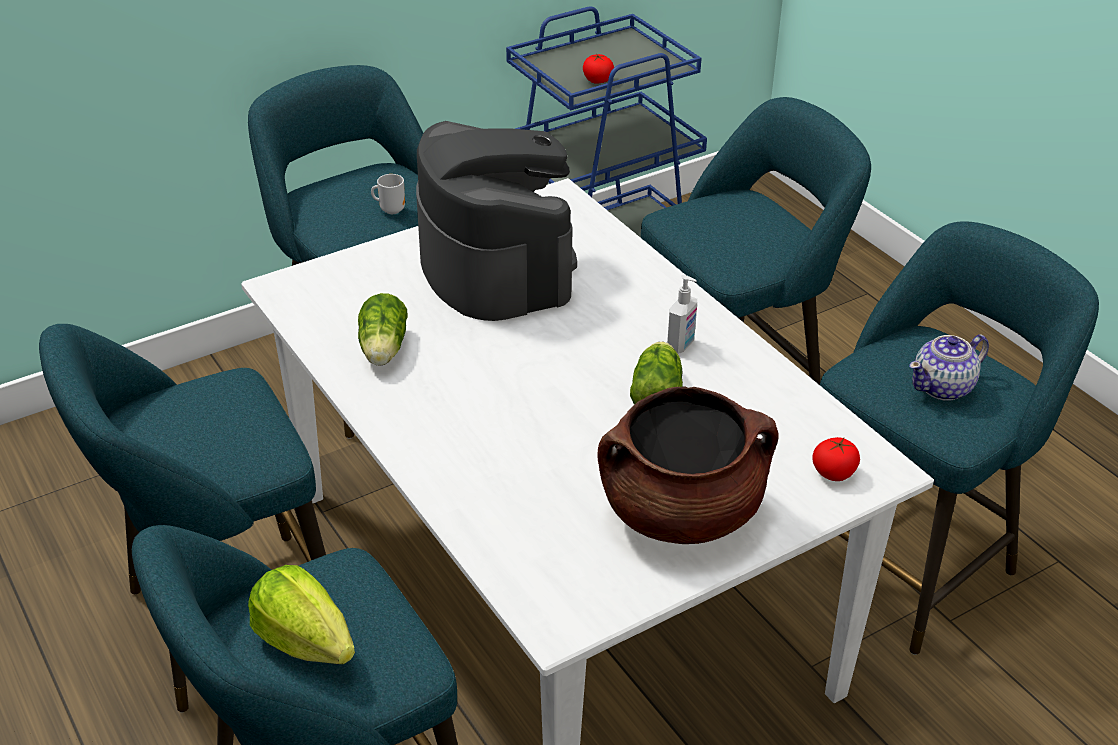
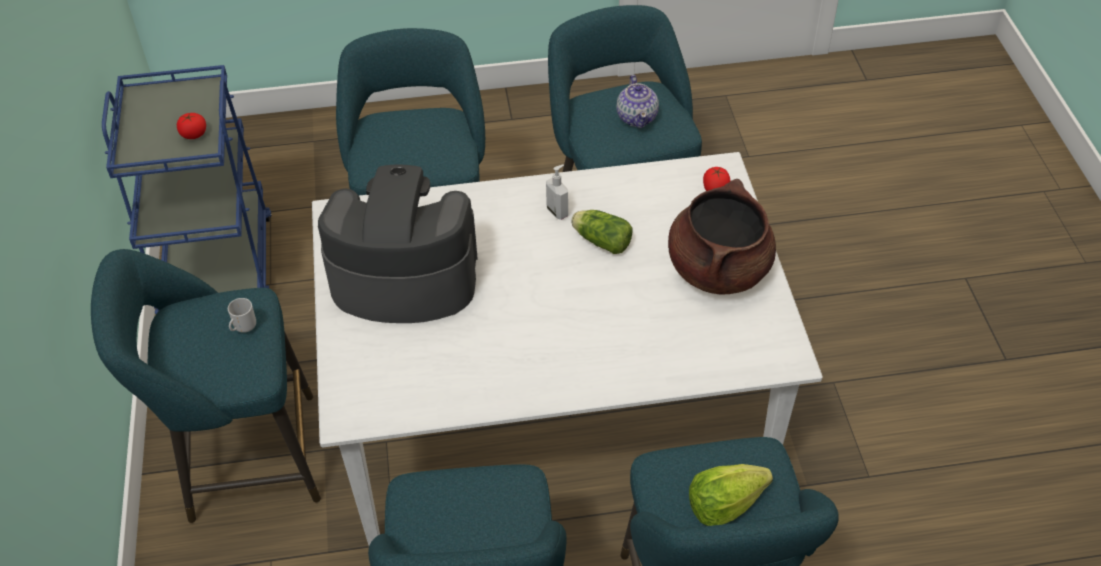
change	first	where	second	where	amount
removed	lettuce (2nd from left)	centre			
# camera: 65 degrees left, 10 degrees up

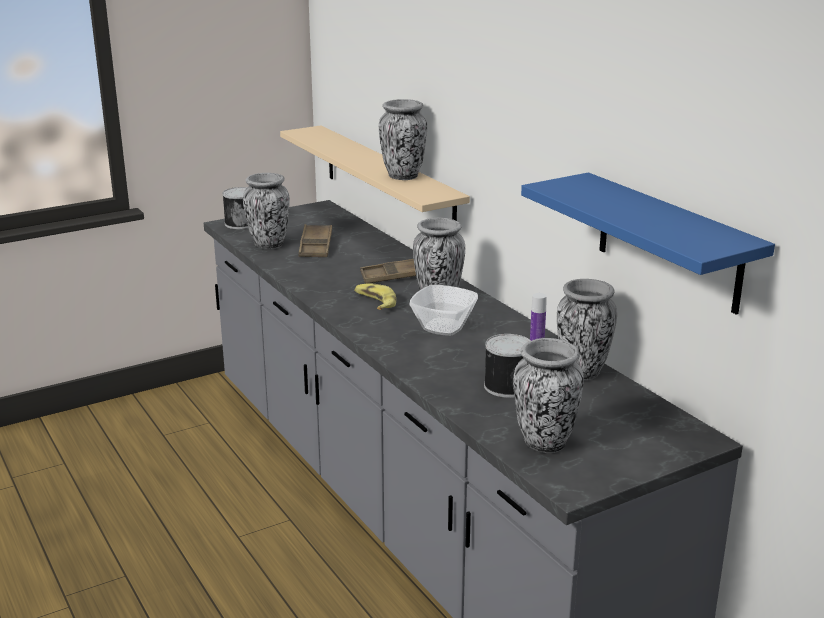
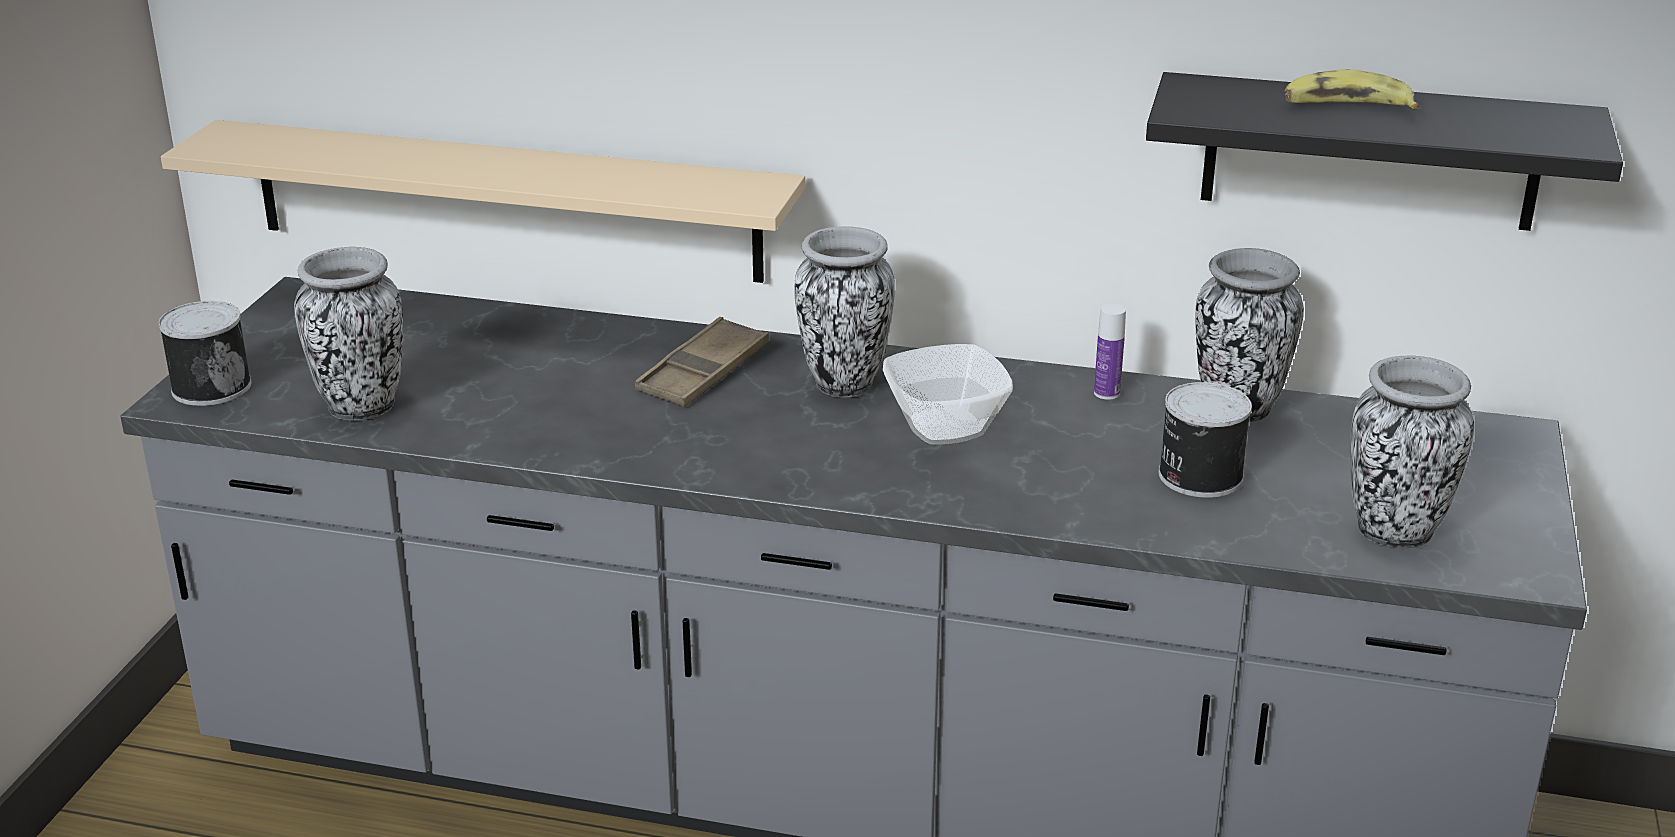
change	first	where	second	where	amount
removed	vase (2nd from left)	top centre			
recoloured	blue shelf	middle right	black shelf	top right	
removed	brown tray (1st from left)	centre			
moved	banana	centre		top right	
# camera: 45 degrees left, 5 degrees up

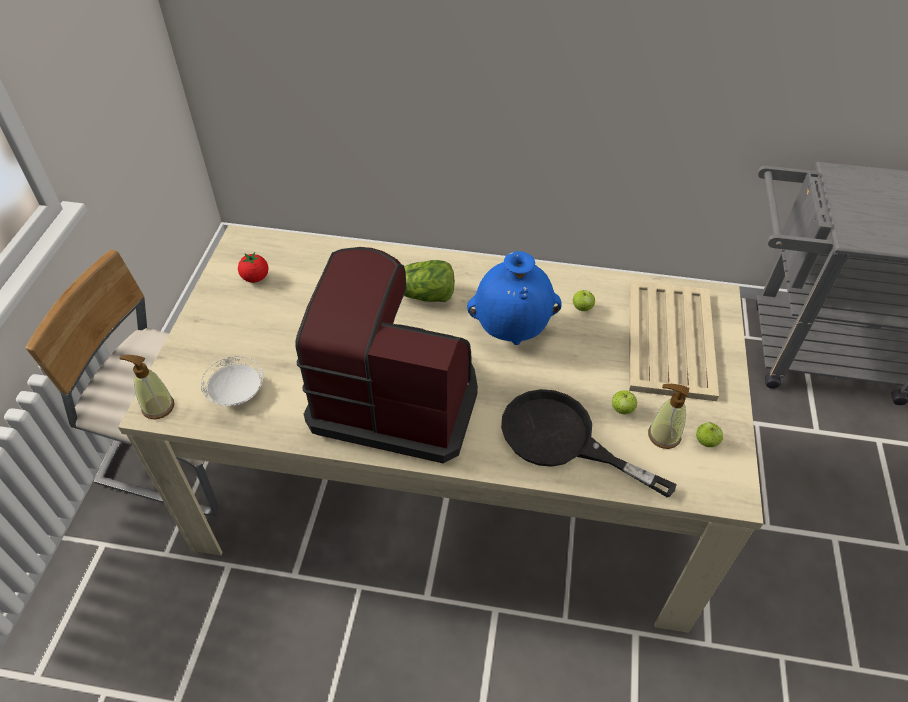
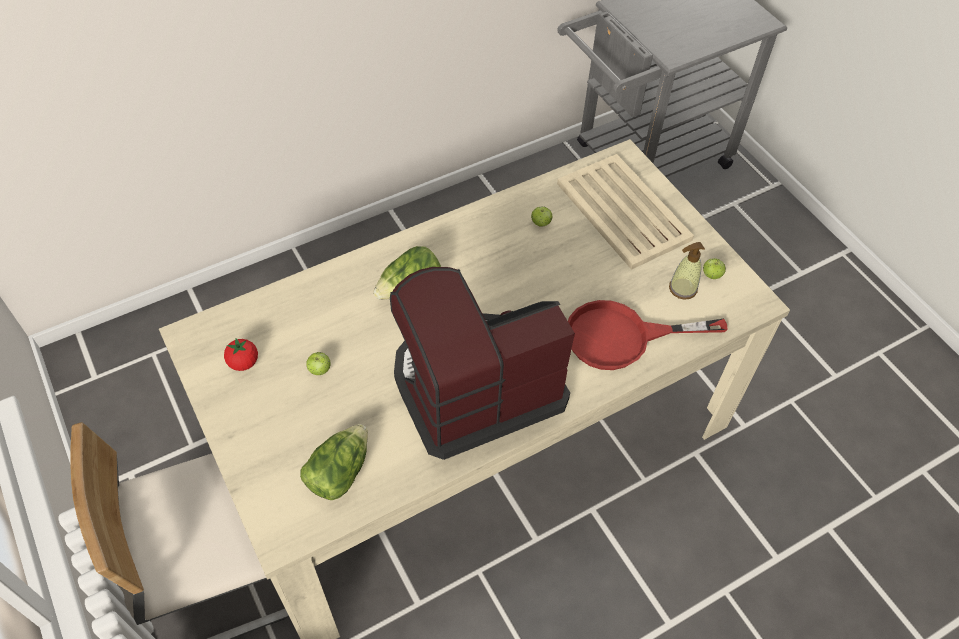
change	first	where	second	where	amount
removed	blue vase	centre			
removed	soap dispenser (1st from left)	middle left			
replaced	white plate	middle left	lettuce (1st from left)	bottom centre	
recoloured	black frying pan	centre	red frying pan	middle right	
moved	apple (2nd from left in the first image)	middle right	apple (1st from left)	middle left	
# camera: 40 degrees left, 5 degrees up

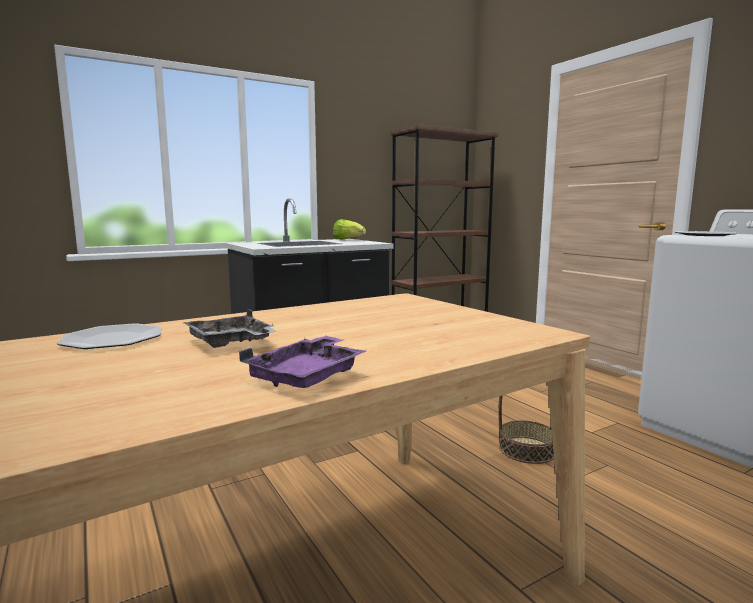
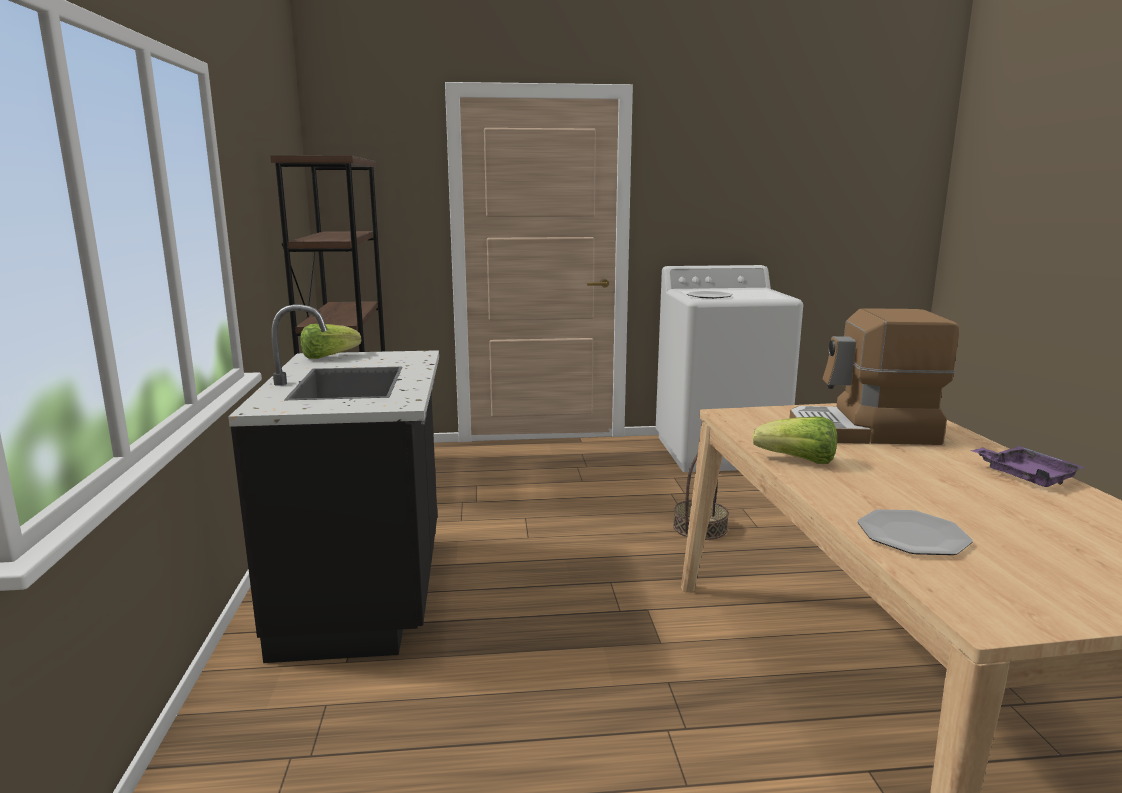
change	first	where	second	where	amount
removed	grey tray	middle left			
added			coffee machine	middle right	
added			lettuce (2nd from left)	middle right	
# camera: 65 degrees left, 5 degrees up

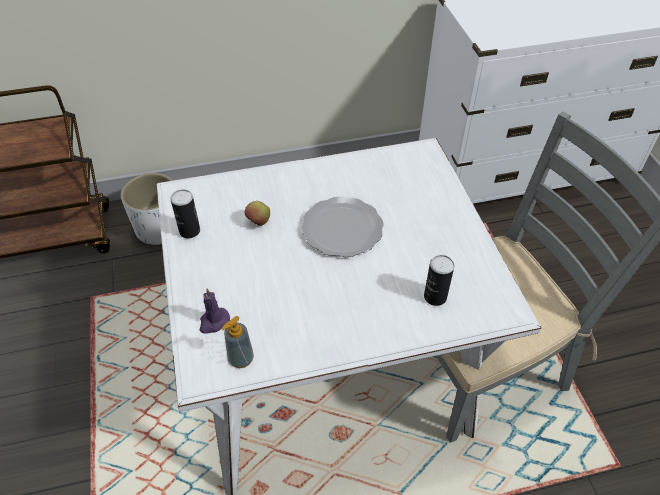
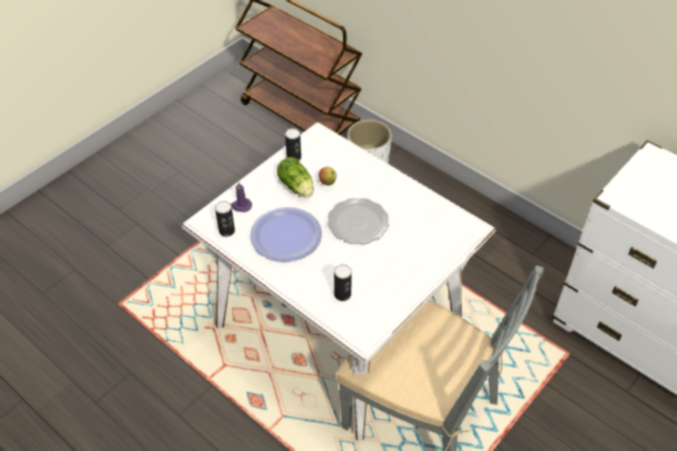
change	first	where	second	where	amount
replaced	soap dispenser	bottom centre	can (1st from left)	middle left	
added			lettuce	centre	
added			plate (1st from left)	centre	
# camera: 55 degrees right, 0 degrees up

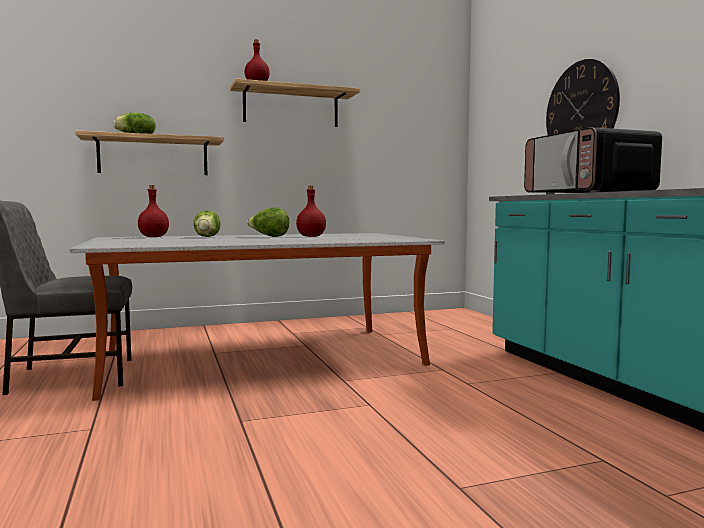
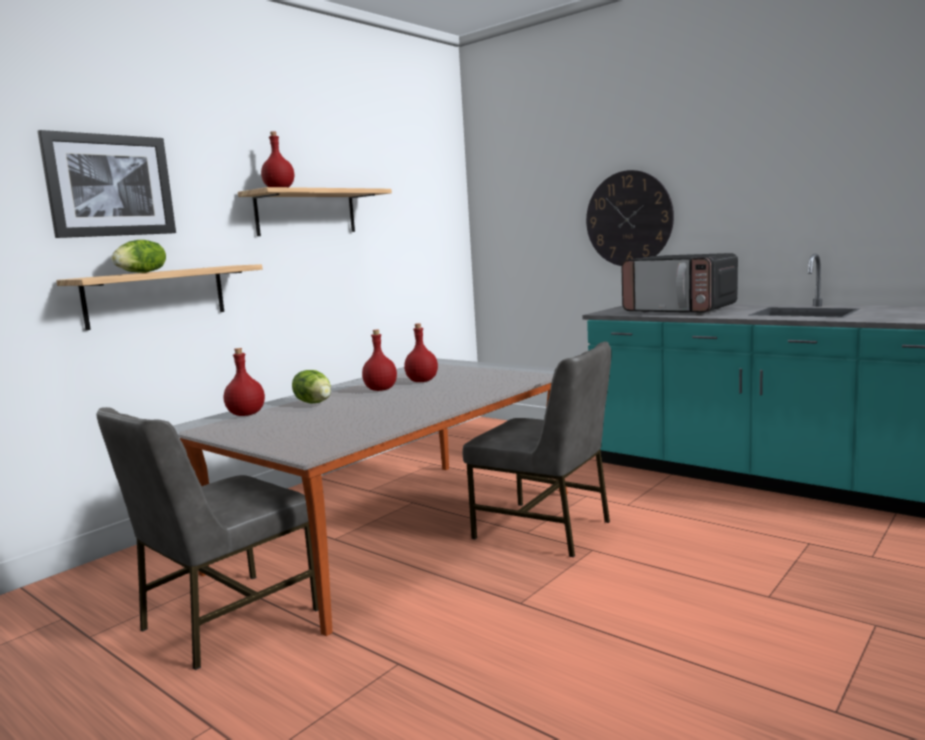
change	first	where	second	where	amount
replaced	lettuce (3rd from left)	centre	red bottle (3rd from left)	centre	
added			picture	top left	
added			grey chair (2nd from left)	centre	
# camera: 30 degrees left, 5 degrees up

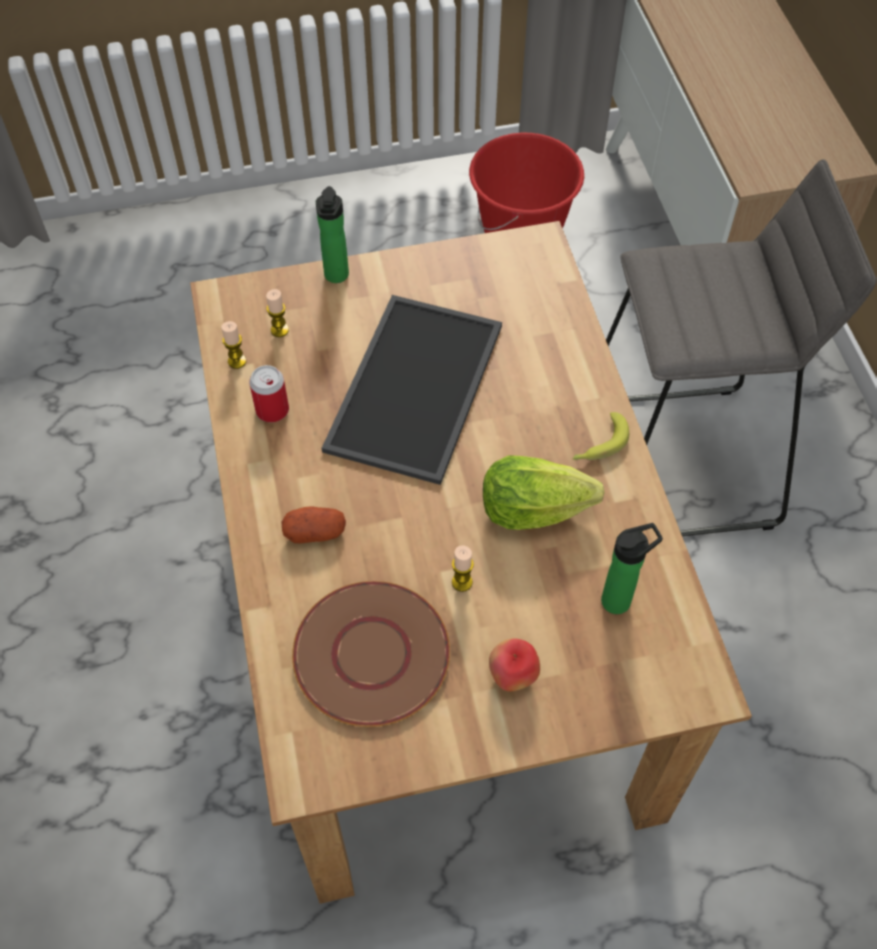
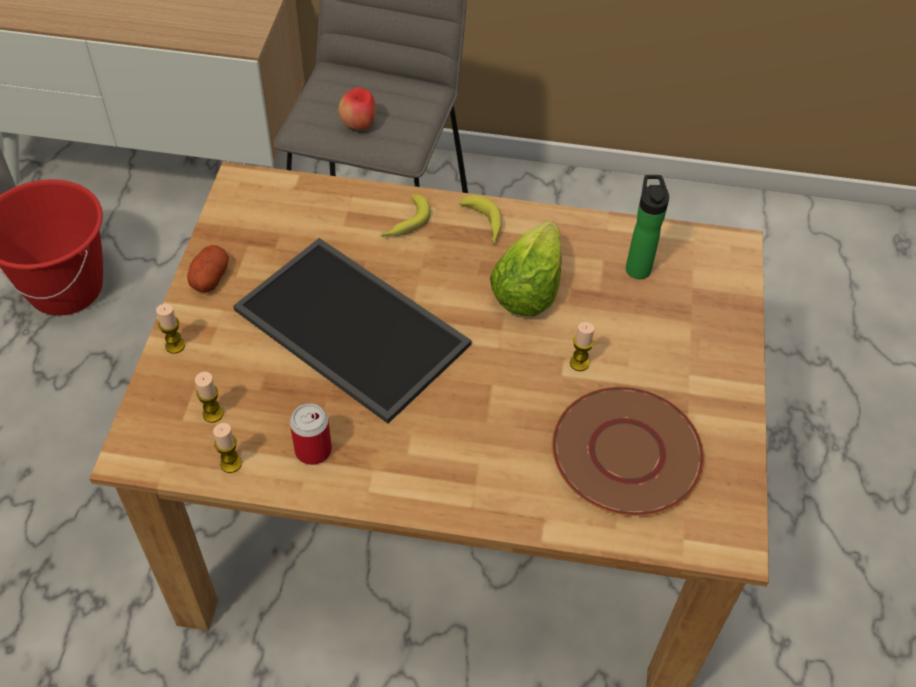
change	first	where	second	where	amount
replaced	bottle (1st from left)	top centre	candle (1st from left)	middle left	
moved	potato	centre		middle left	
moved	apple	bottom centre		top centre	
added			banana (1st from left)	top centre	
# camera: 70 degrees left, 5 degrees down

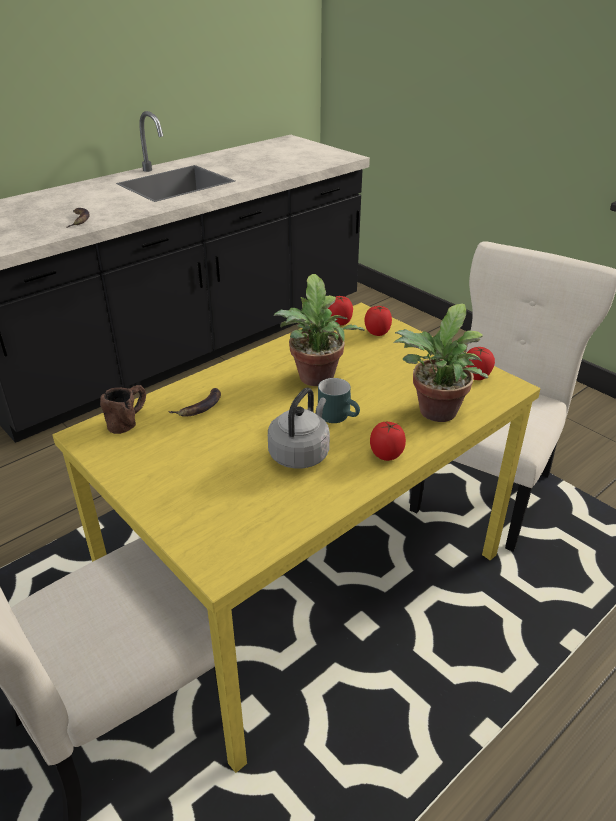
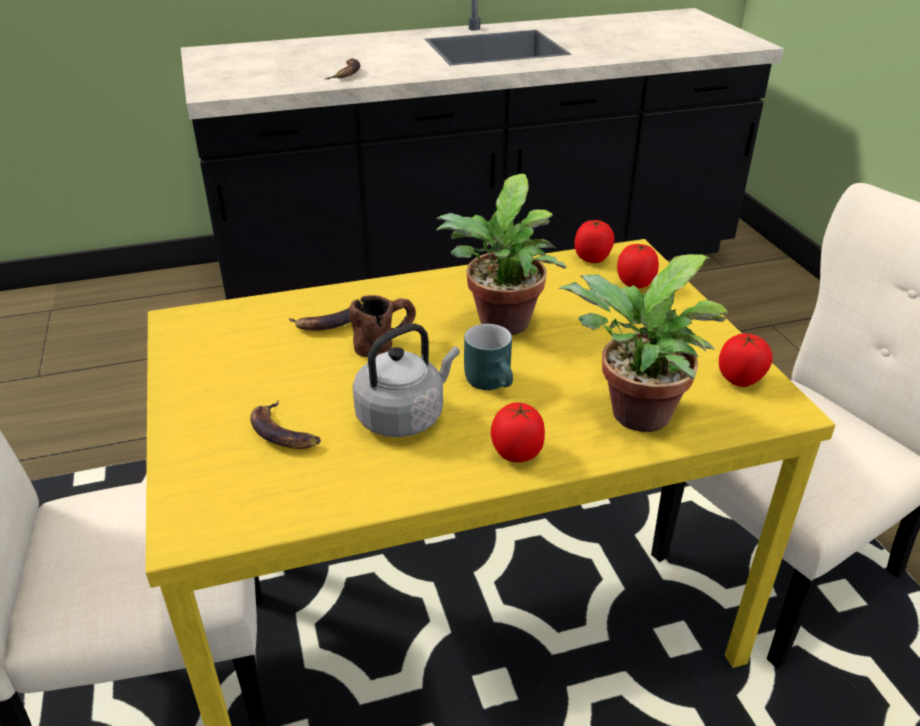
change	first	where	second	where	amount
moved	brown mug	middle left		centre	
added			banana (1st from left)	middle left	
# camera: 25 degrees right, 0 degrees up

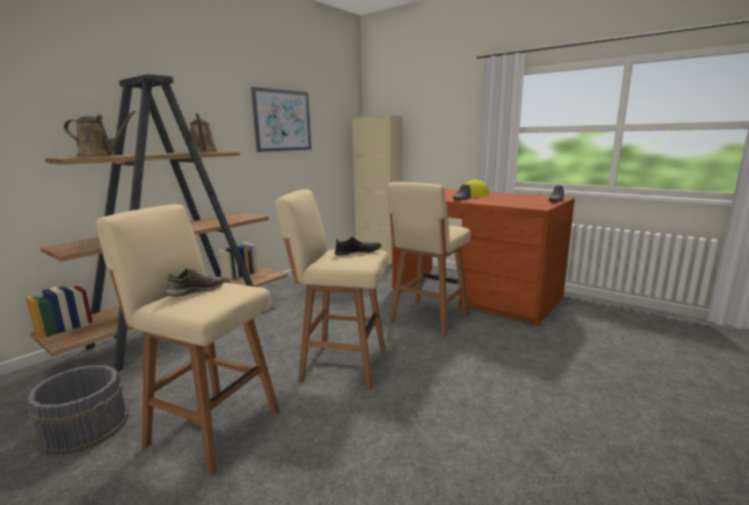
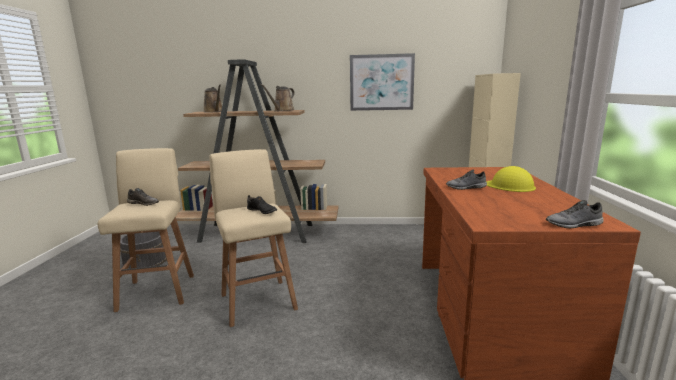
change	first	where	second	where	amount
removed	beige stool (3rd from left)	centre			
# camera: 55 degrees right, 0 degrees up

